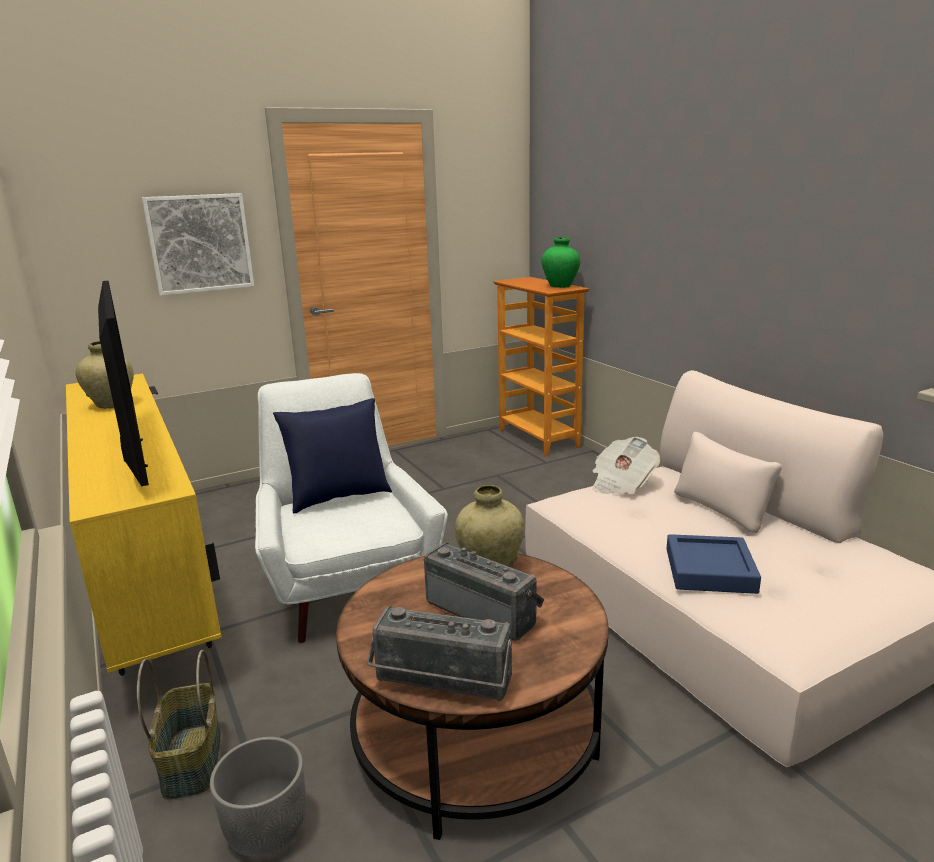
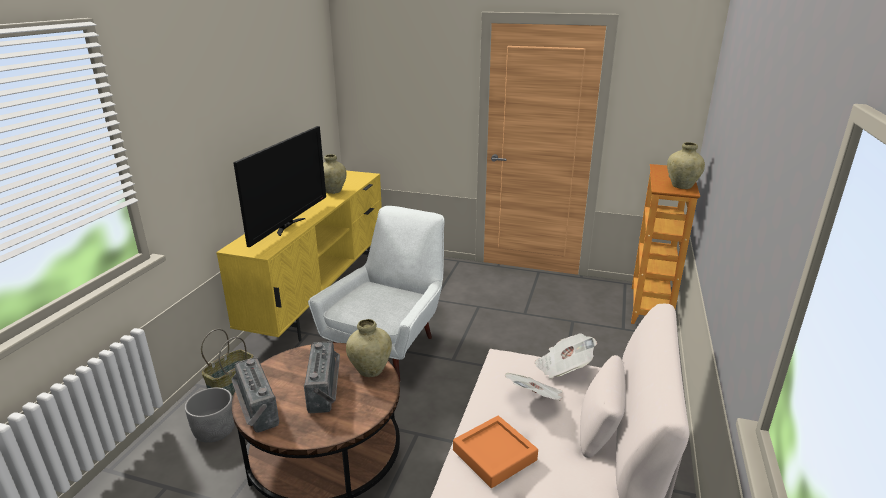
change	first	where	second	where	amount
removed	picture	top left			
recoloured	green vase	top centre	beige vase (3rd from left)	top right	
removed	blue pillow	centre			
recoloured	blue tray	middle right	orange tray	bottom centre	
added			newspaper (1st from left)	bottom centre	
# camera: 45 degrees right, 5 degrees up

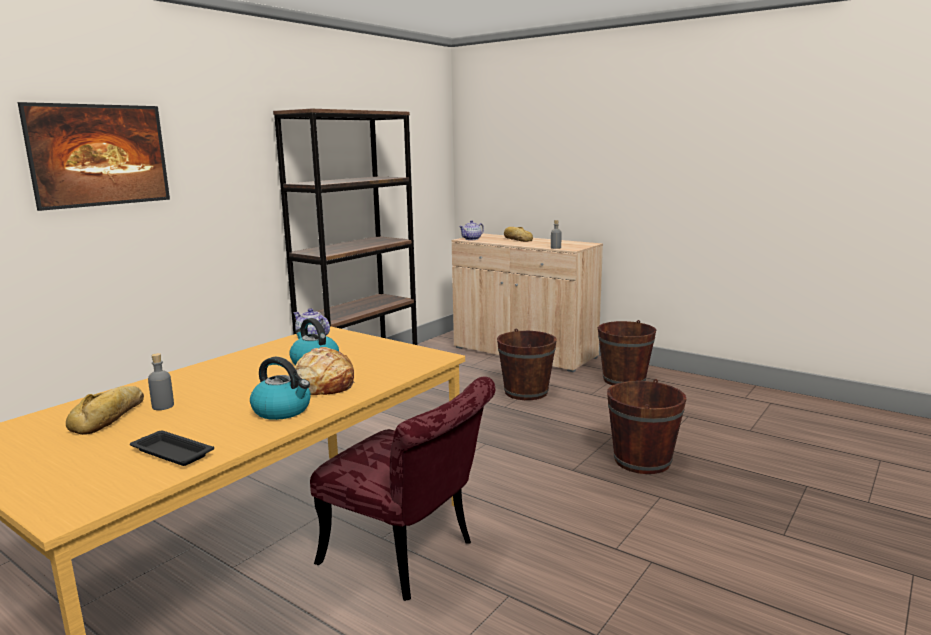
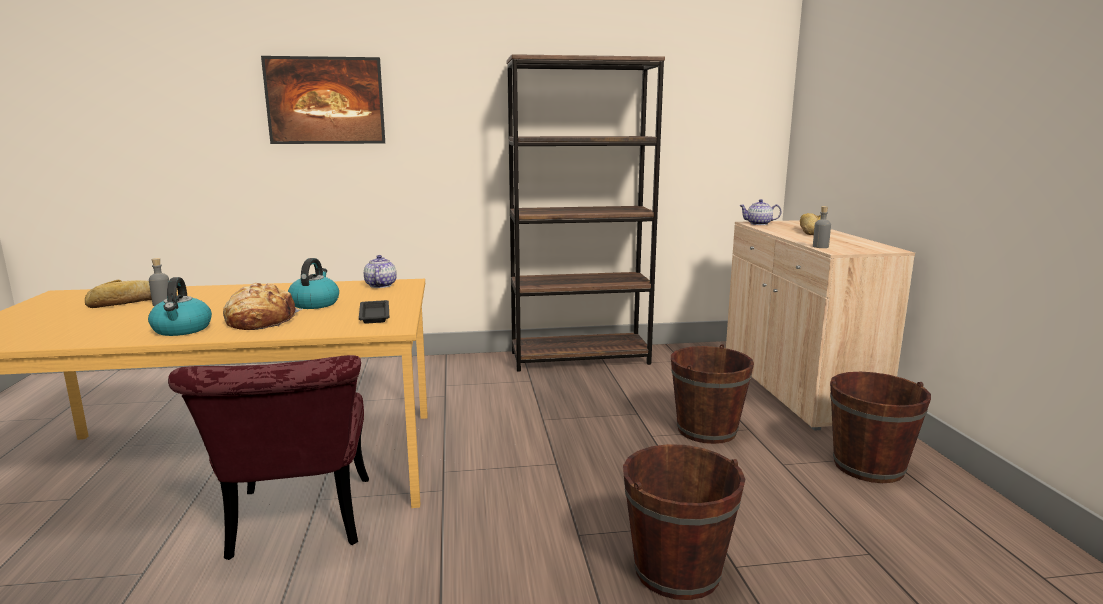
change	first	where	second	where	amount
moved	black tray	bottom left		centre	
# camera: 45 degrees right, 0 degrees up

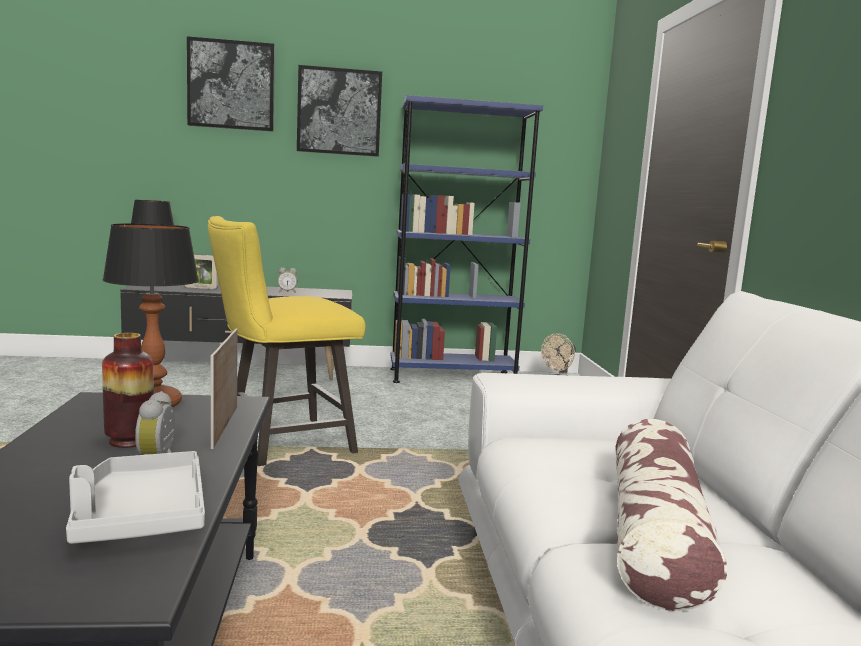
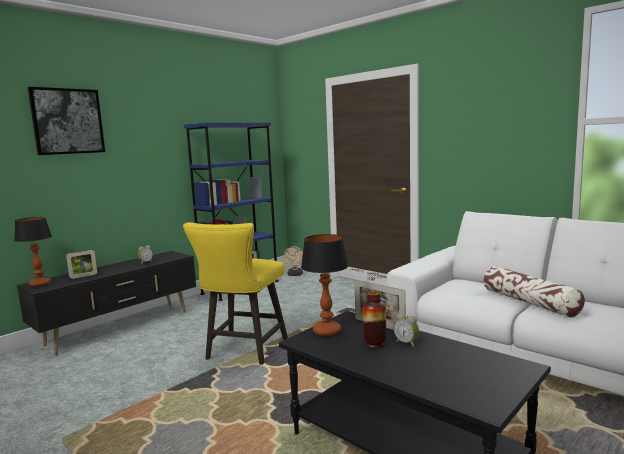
change	first	where	second	where	amount
removed	picture (2nd from left)	top centre			
removed	grey tray	bottom left			
# camera: 40 degrees left, 0 degrees up

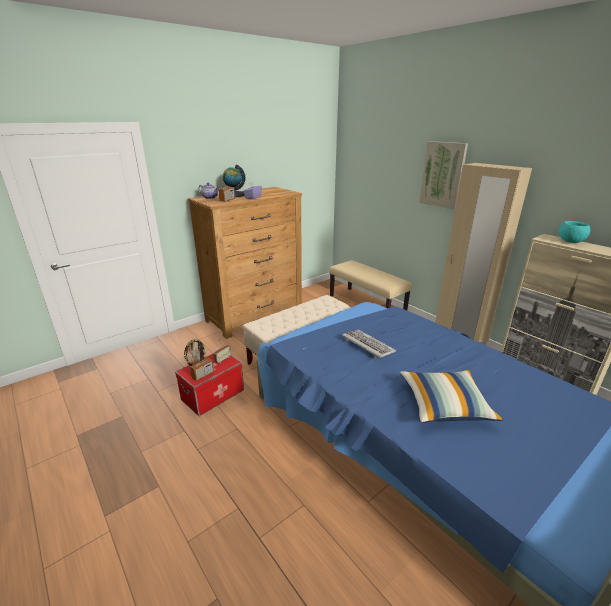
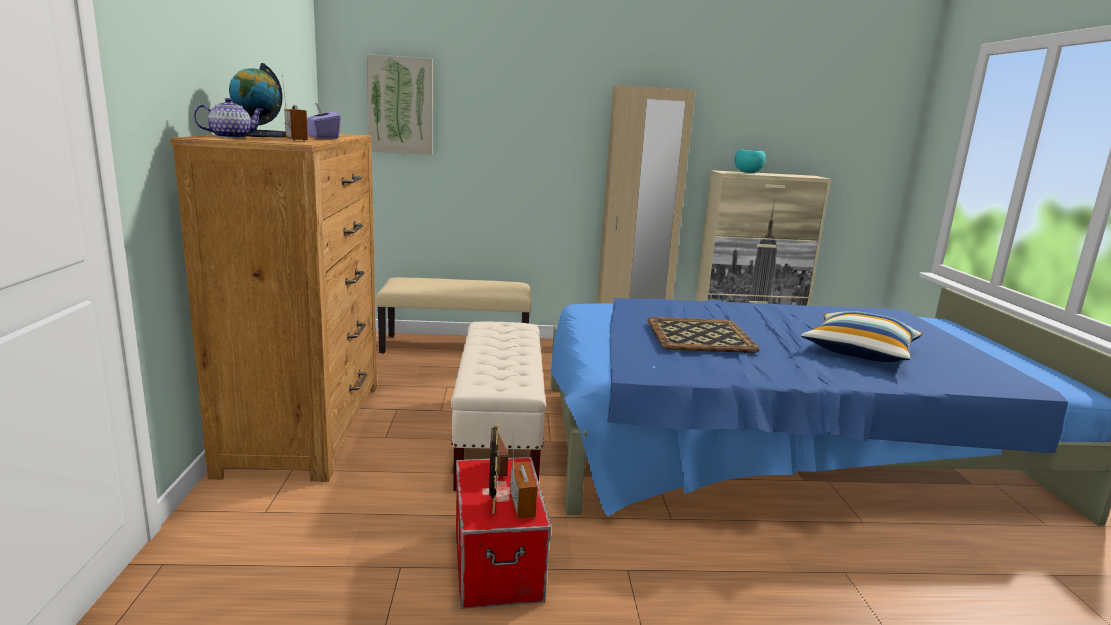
change	first	where	second	where	amount
moved	picture	top right		top centre	
replaced	keyboard	centre	tray	centre	
# camera: 55 degrees left, 10 degrees down

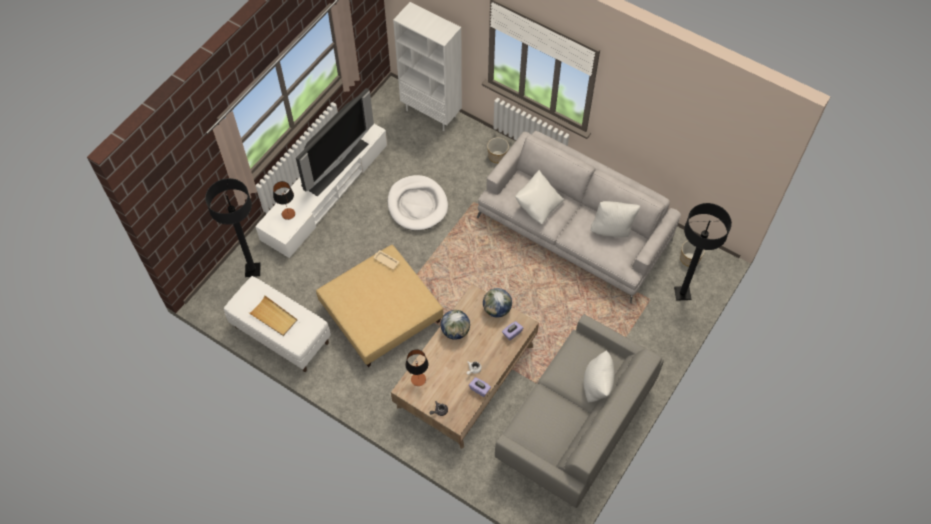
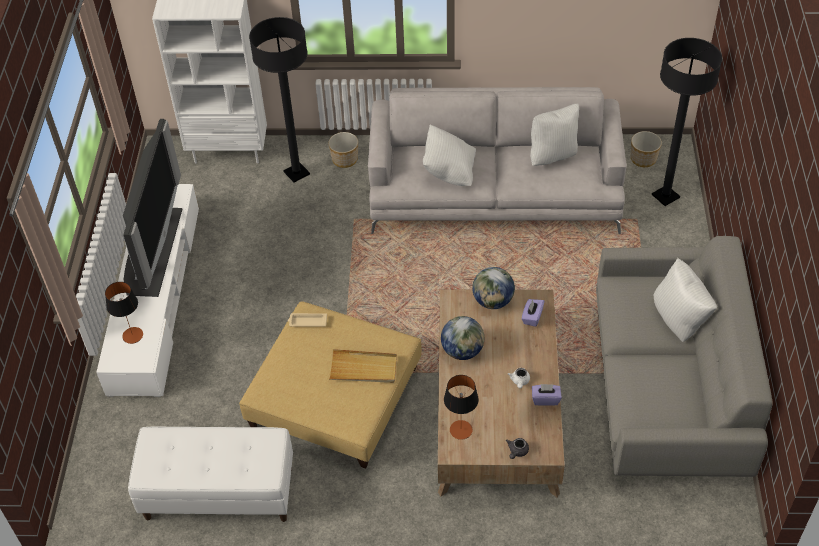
change	first	where	second	where	amount
removed	white dog bed	centre			
moved	black floor lamp (1st from left)	middle left		top centre	
moved	beige tray (1st from left in the first image)	middle left	beige tray (2nd from left)	bottom centre	
# camera: 30 degrees left, 10 degrees down

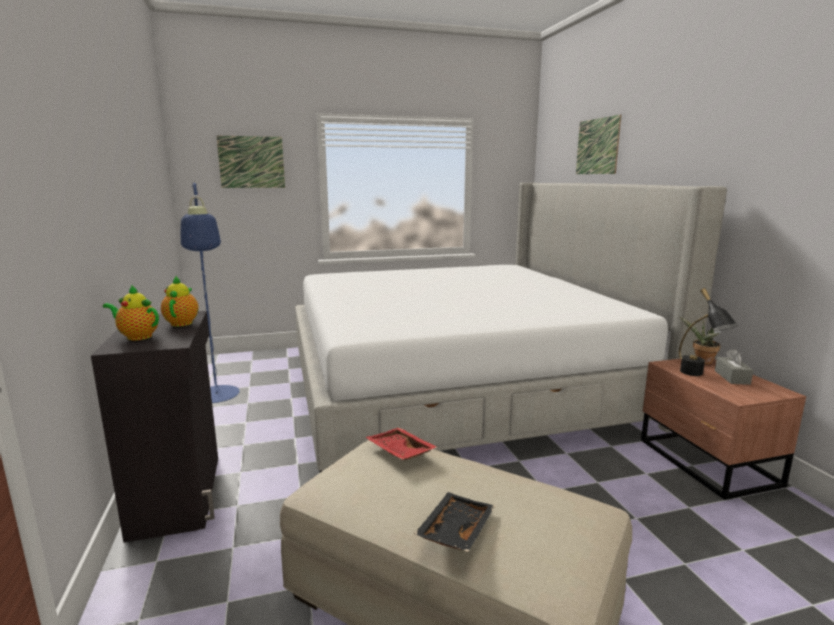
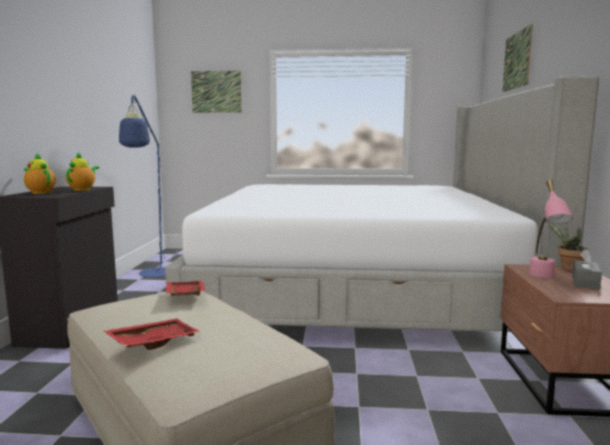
change	first	where	second	where	amount
recoloured	black table lamp	middle right	pink table lamp	middle right	
recoloured	black tray	bottom centre	red tray (1st from left)	bottom left	
# camera: 20 degrees right, 5 degrees down

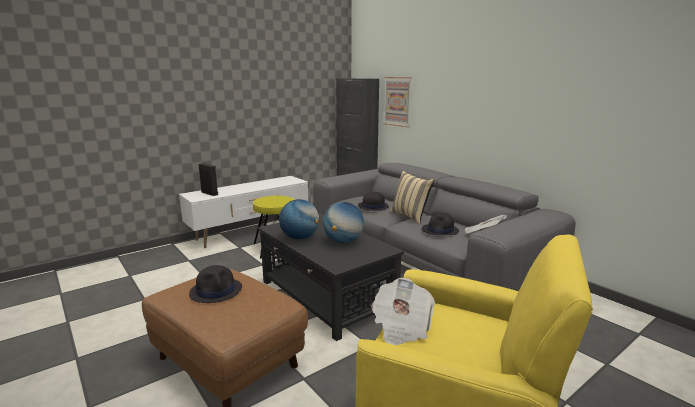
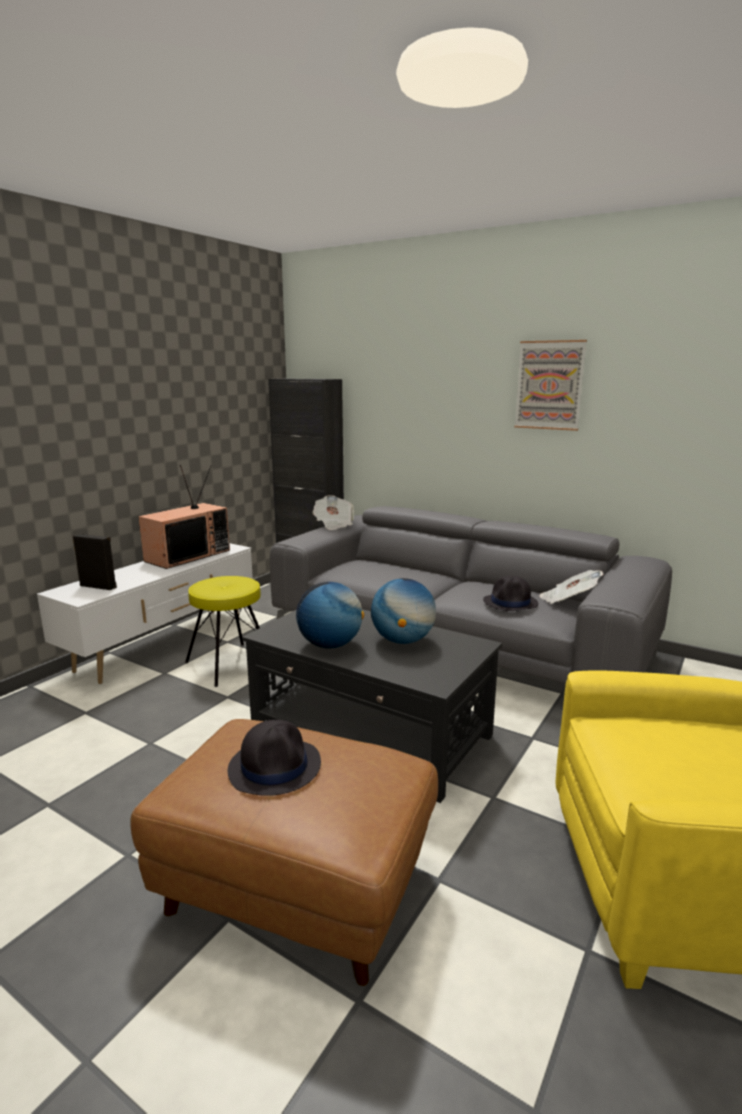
change	first	where	second	where	amount
moved	picture	top centre		middle right	
removed	beige pillow	centre			
removed	black hat (2nd from left)	centre			
moved	newspaper (1st from left)	bottom centre		centre	
added			television	middle left	
# camera: 20 degrees left, 0 degrees up

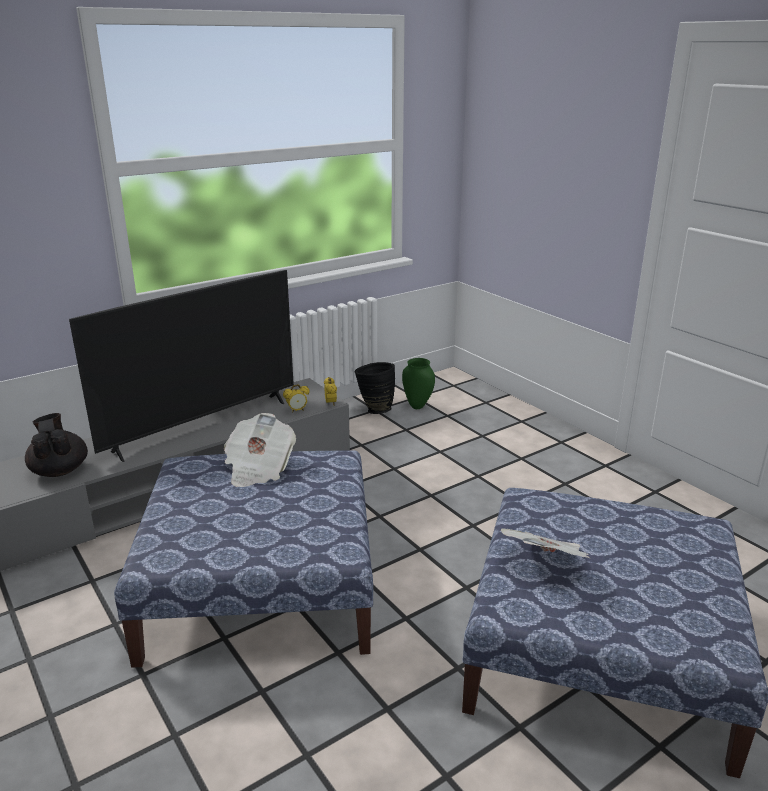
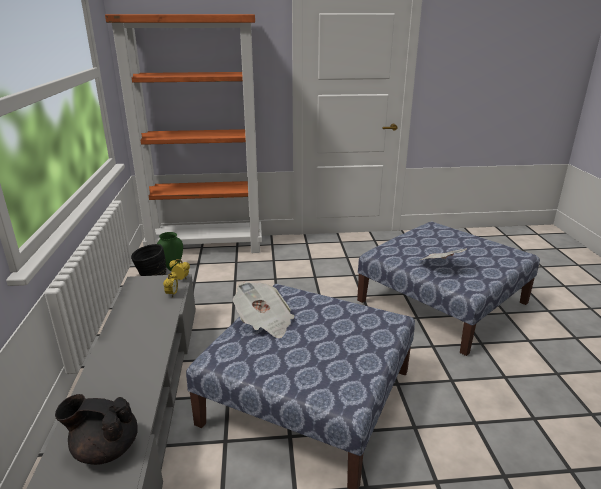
change	first	where	second	where	amount
removed	television	middle left			
added			orange bookcase	top left	
# camera: 60 degrees left, 0 degrees up

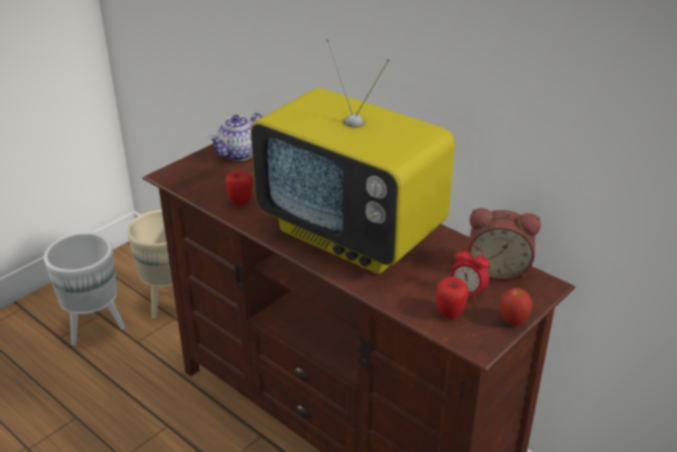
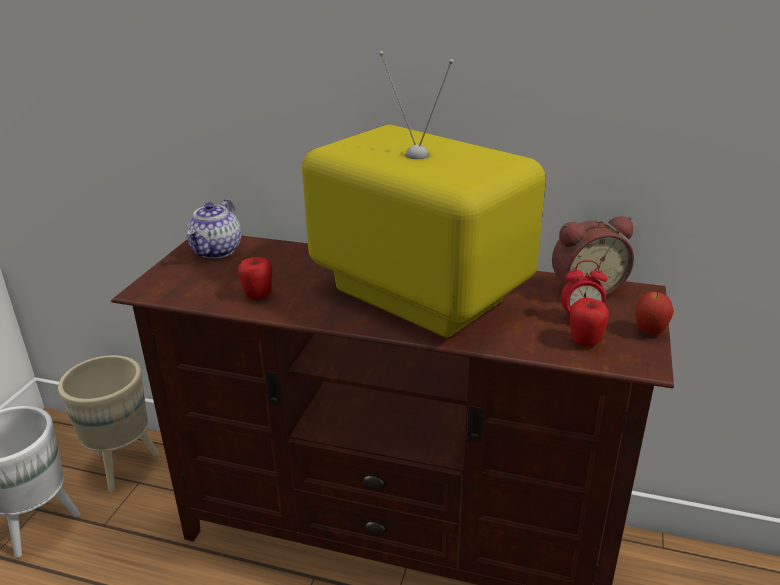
change	first	where	second	where	amount
turned	television	centre		top centre	150 degrees counterclockwise
# camera: 25 degrees left, 5 degrees down

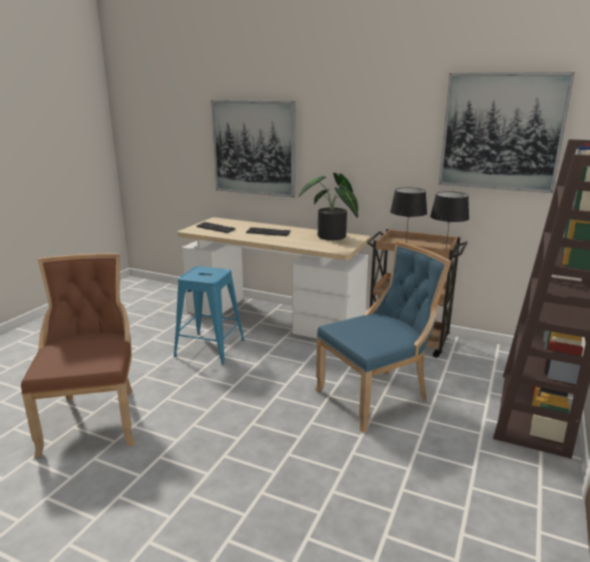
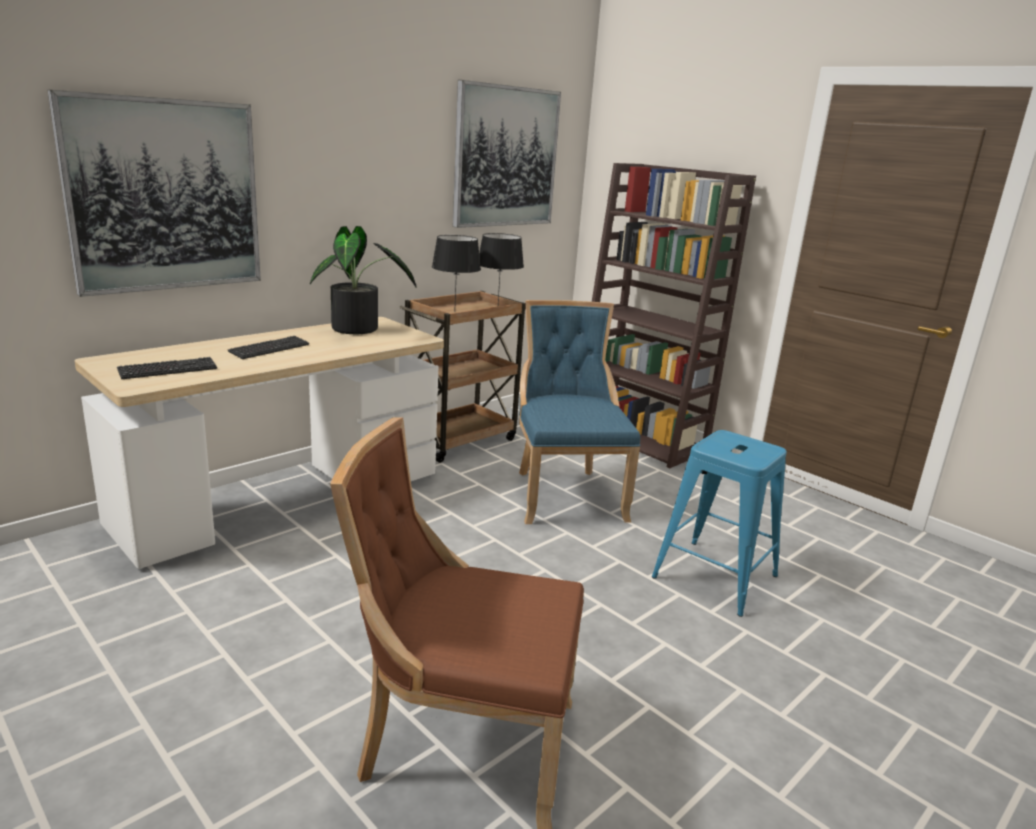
change	first	where	second	where	amount
moved	blue stool	centre		middle right	
# camera: 70 degrees left, 0 degrees up

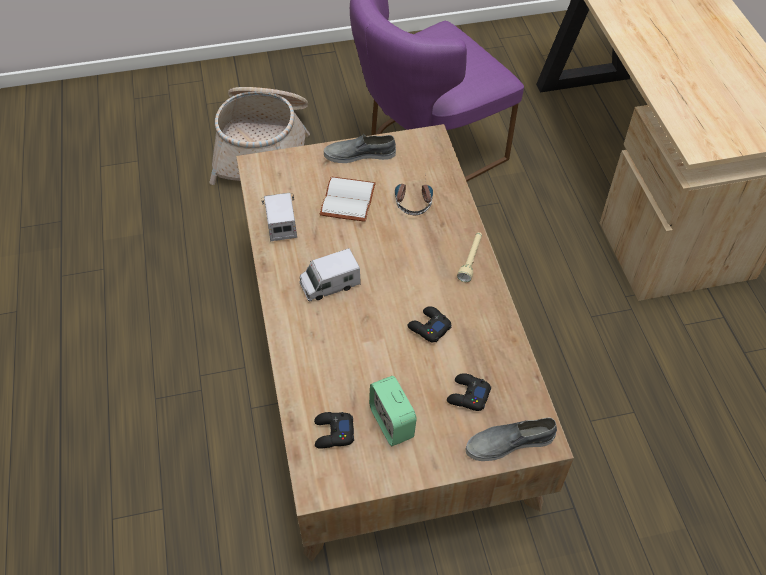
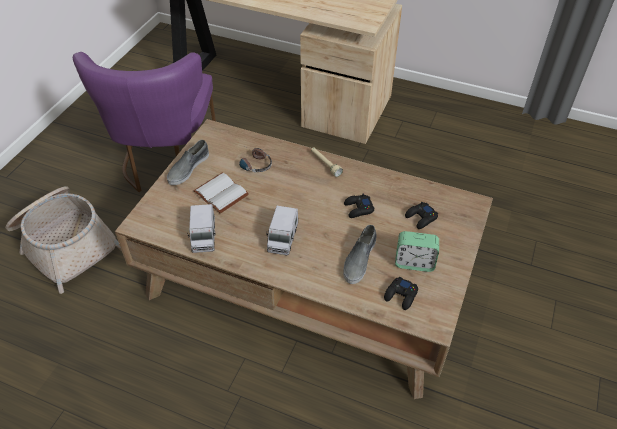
change	first	where	second	where	amount
turned	toy truck (1st from left)	centre		middle left	120 degrees counterclockwise
moved	grey shoe (2nd from left)	bottom right		centre	
# camera: 55 degrees left, 5 degrees down

